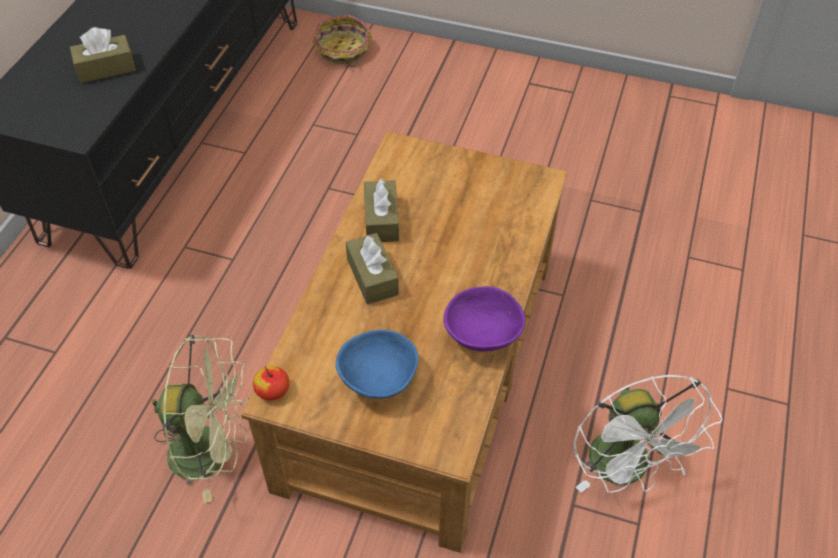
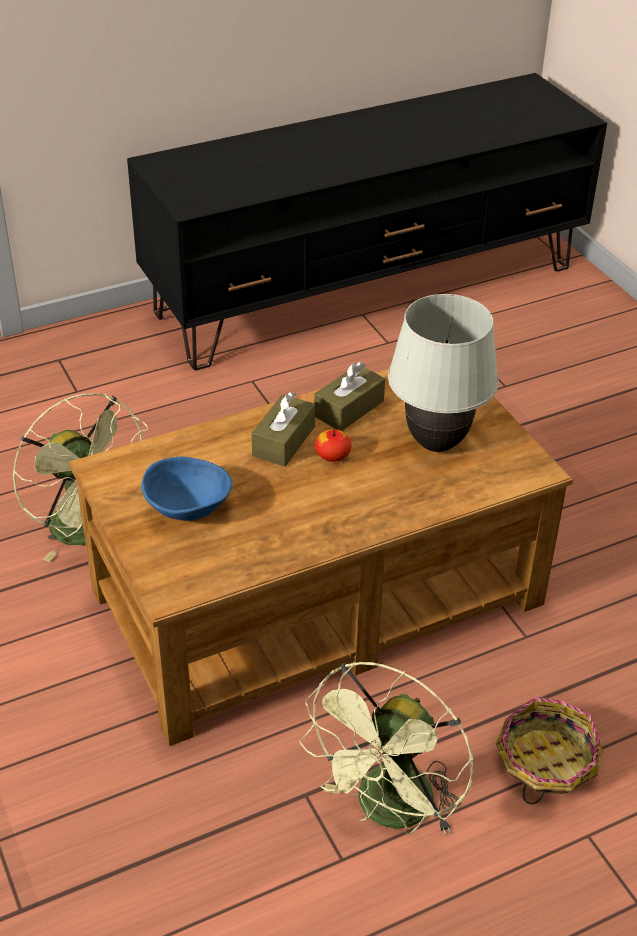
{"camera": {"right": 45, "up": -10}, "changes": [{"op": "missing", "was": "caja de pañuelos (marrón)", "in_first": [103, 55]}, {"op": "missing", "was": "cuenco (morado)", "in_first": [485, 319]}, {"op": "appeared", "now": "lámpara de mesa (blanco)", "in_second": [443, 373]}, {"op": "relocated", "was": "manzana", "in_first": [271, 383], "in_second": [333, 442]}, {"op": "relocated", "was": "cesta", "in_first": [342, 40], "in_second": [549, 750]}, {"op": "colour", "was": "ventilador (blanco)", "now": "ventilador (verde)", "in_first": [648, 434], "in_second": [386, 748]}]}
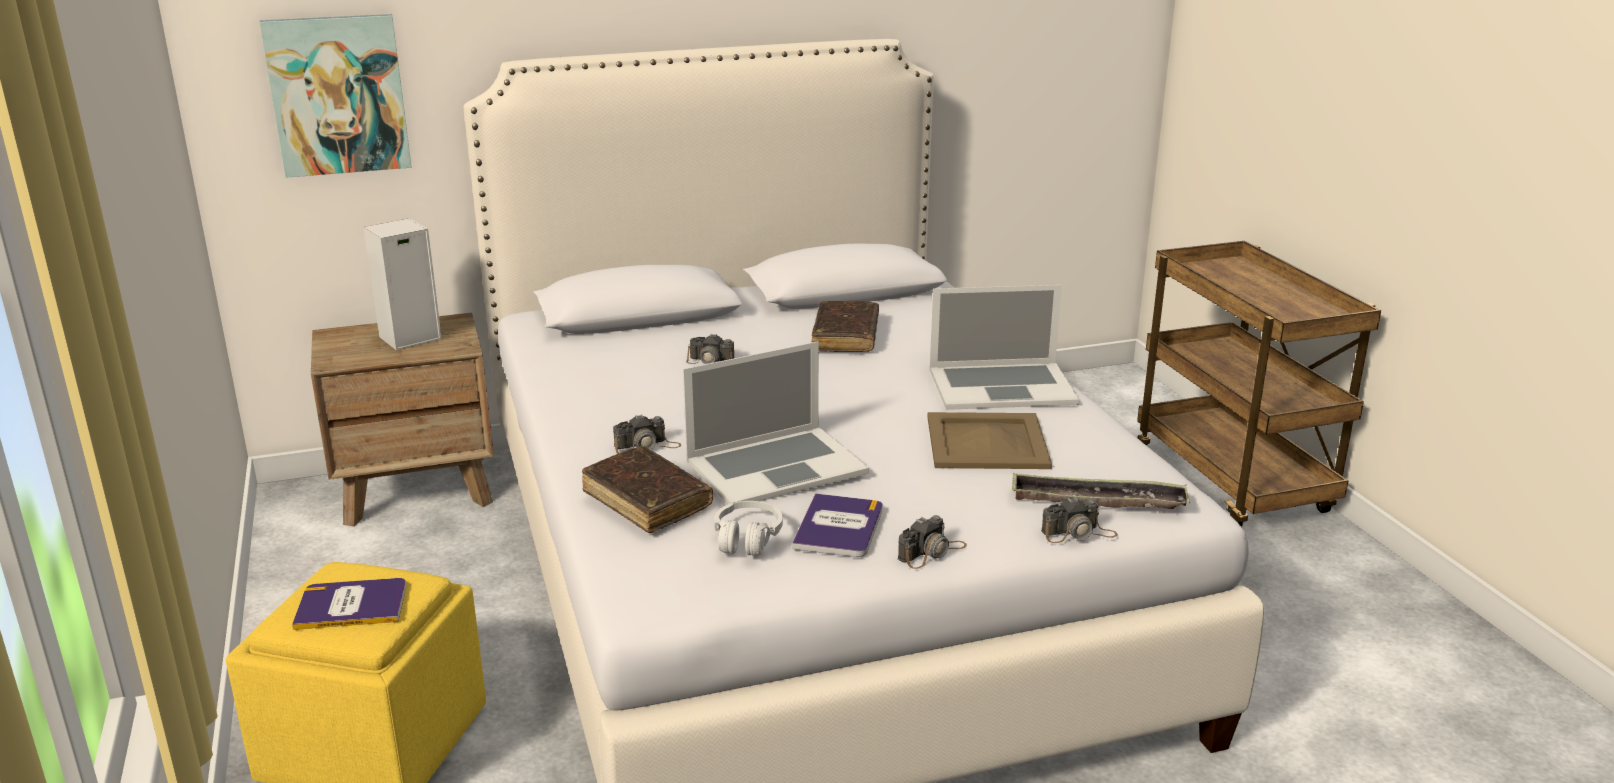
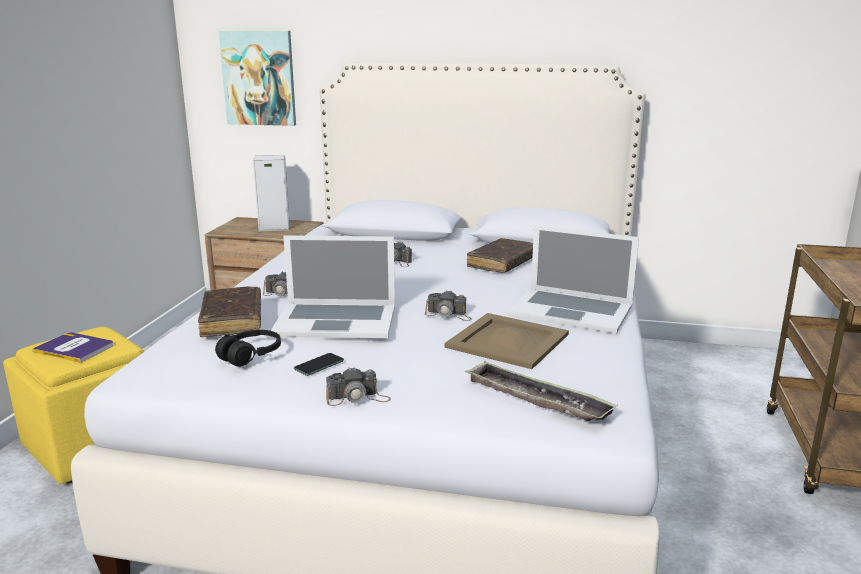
{"camera": {"right": 30, "up": -5}, "changes": [{"op": "relocated", "was": "cámara", "in_first": [1079, 520], "in_second": [448, 305]}, {"op": "exchanged", "was": "libro", "now": "móvil", "in_first": [837, 525], "in_second": [319, 364]}, {"op": "colour", "was": "auriculares (blanco)", "now": "auriculares (negro)", "in_first": [748, 528], "in_second": [248, 348]}]}
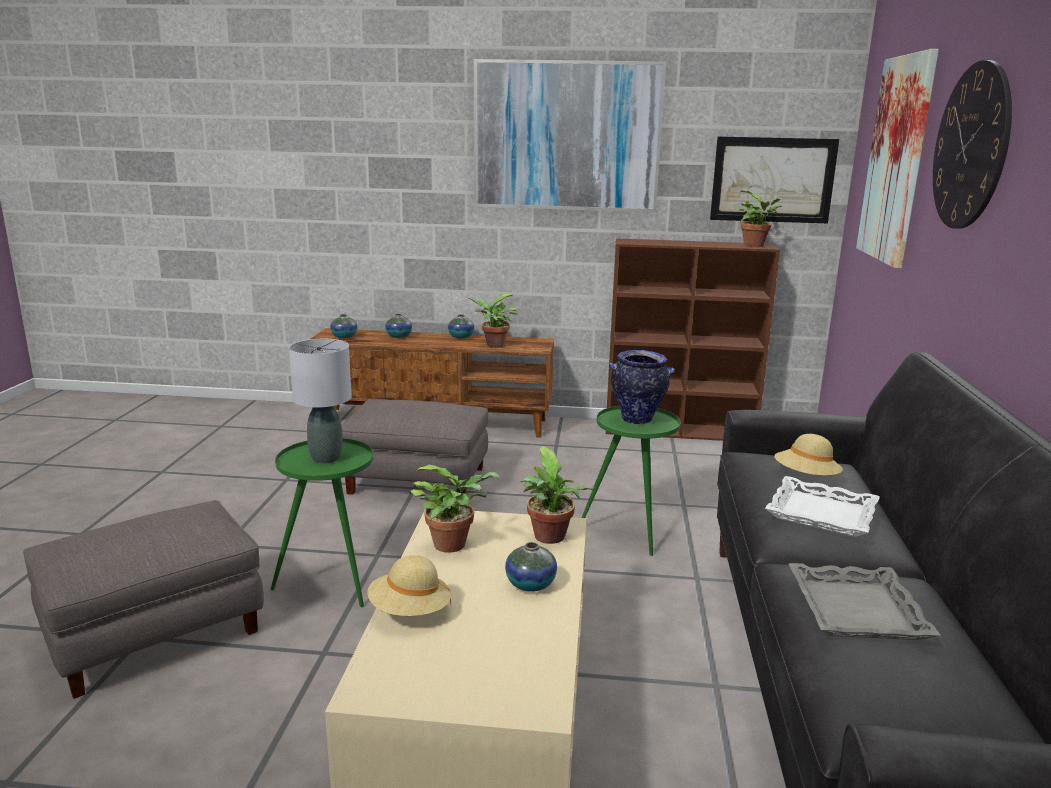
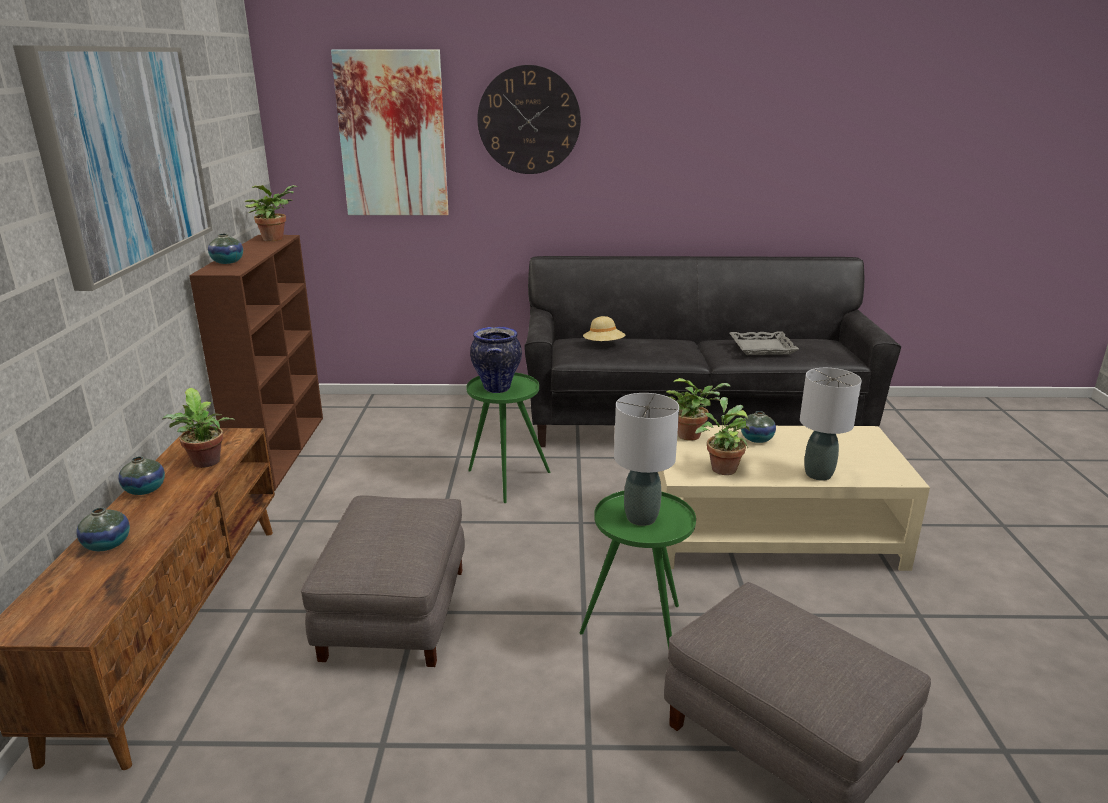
{"camera": {"right": -95, "up": 5}, "changes": [{"op": "missing", "was": "cuadro", "in_first": [774, 179]}, {"op": "missing", "was": "bandeja (blanco)", "in_first": [822, 506]}, {"op": "relocated", "was": "florero", "in_first": [343, 326], "in_second": [225, 248]}, {"op": "exchanged", "was": "sombrero (beis)", "now": "lámpara de mesa (gris)", "in_first": [409, 585], "in_second": [831, 424]}]}
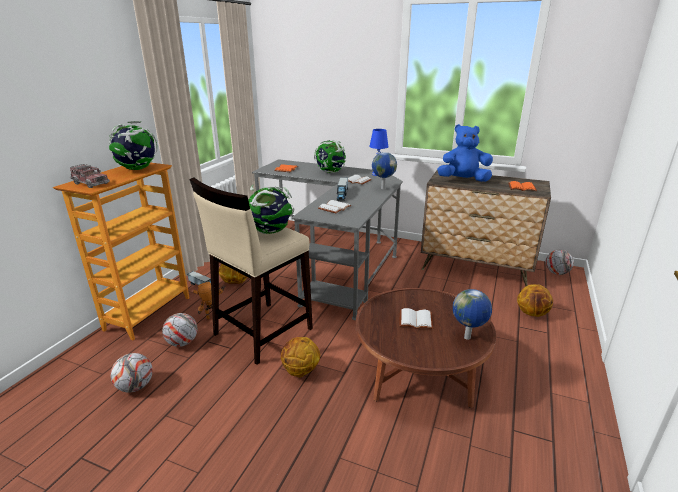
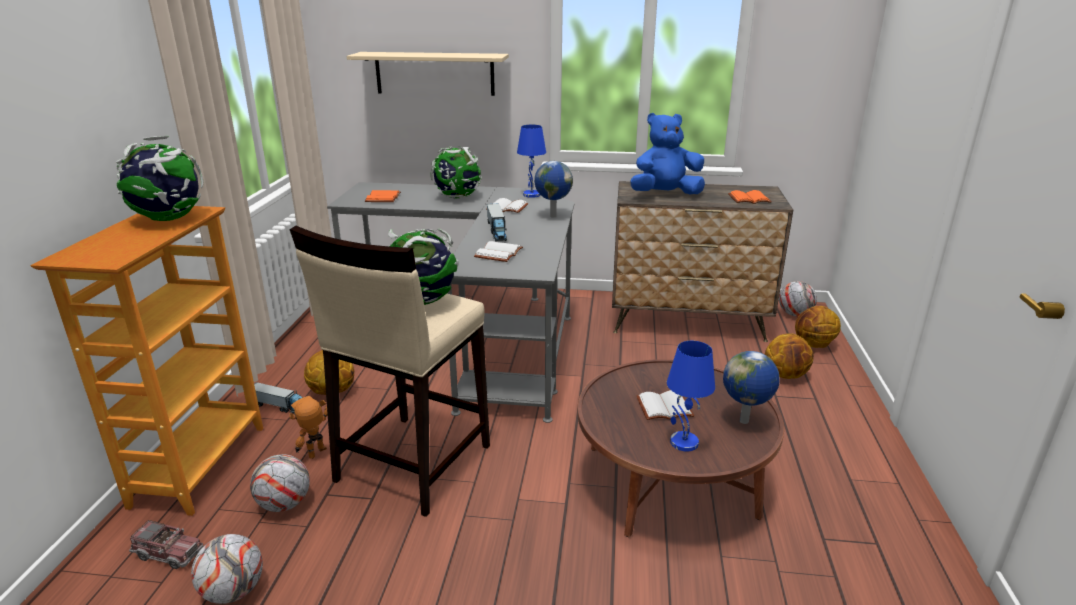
{"camera": {"right": -15, "up": 0}, "changes": [{"op": "appeared", "now": "estante (beis)", "in_second": [428, 74]}, {"op": "appeared", "now": "lámpara de mesa (azul)", "in_second": [691, 396]}, {"op": "relocated", "was": "camión de juguete", "in_first": [90, 176], "in_second": [166, 544]}, {"op": "relocated", "was": "balón de baloncesto", "in_first": [300, 357], "in_second": [818, 327]}]}
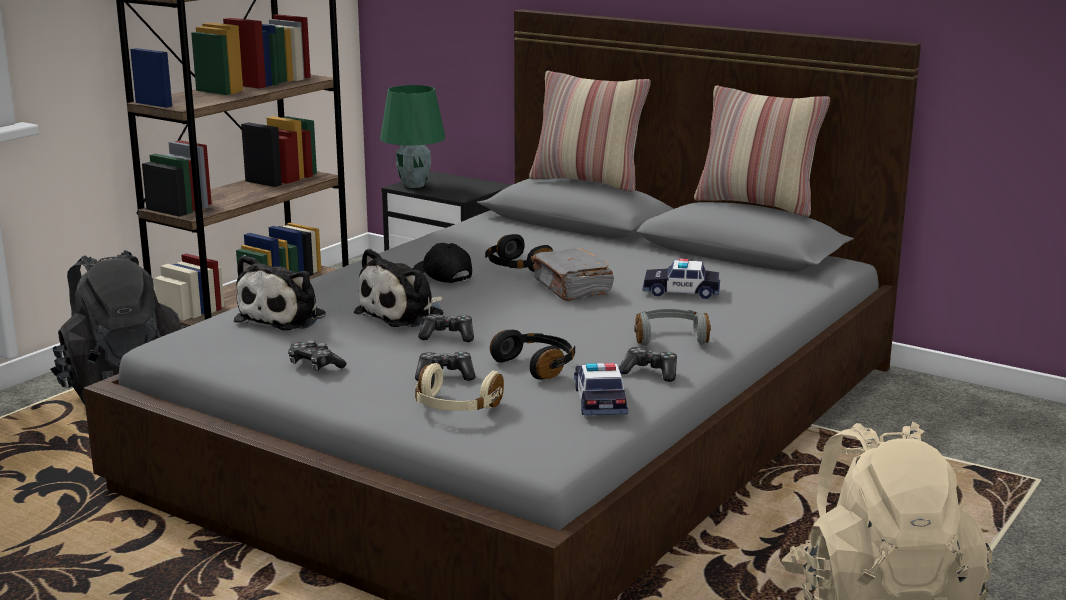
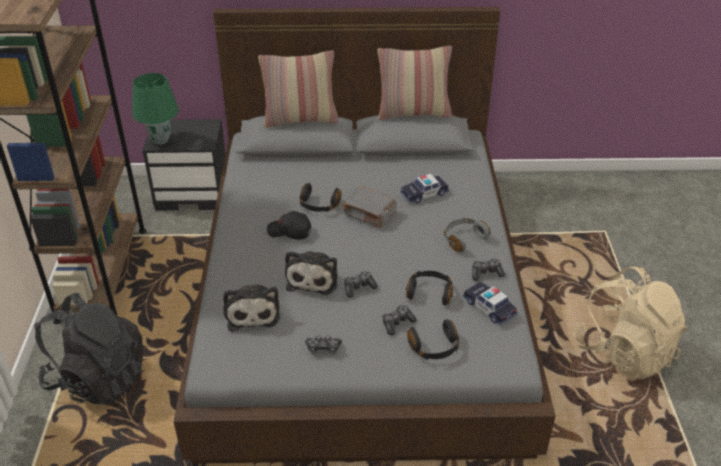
{"camera": {"right": -35, "up": 20}, "changes": [{"op": "colour", "was": "auriculares (beis)", "now": "auriculares (negro)", "in_first": [459, 387], "in_second": [433, 339]}]}
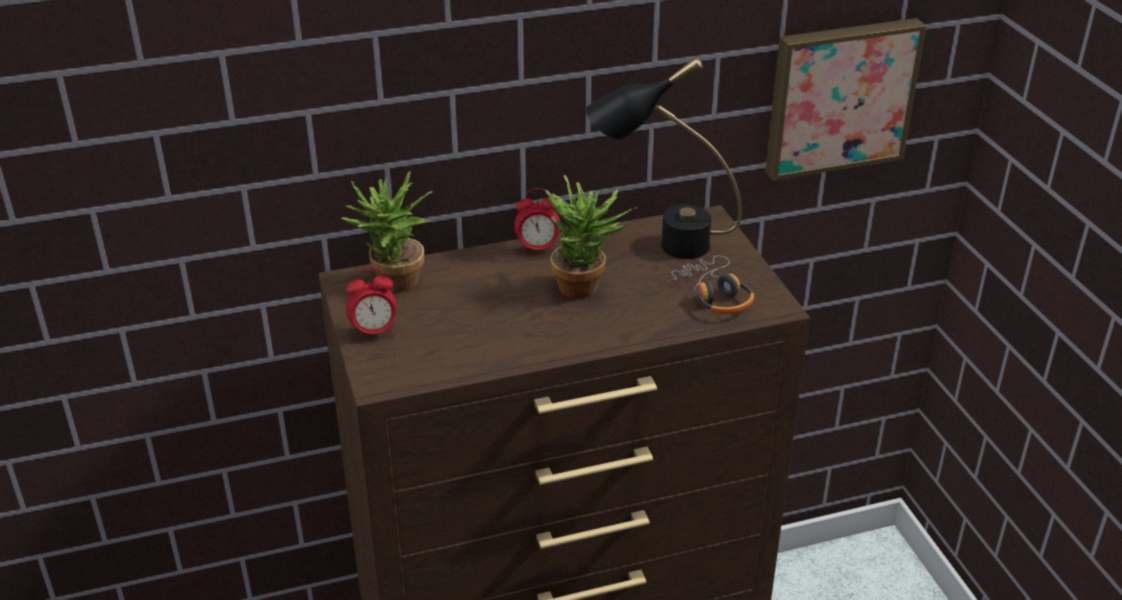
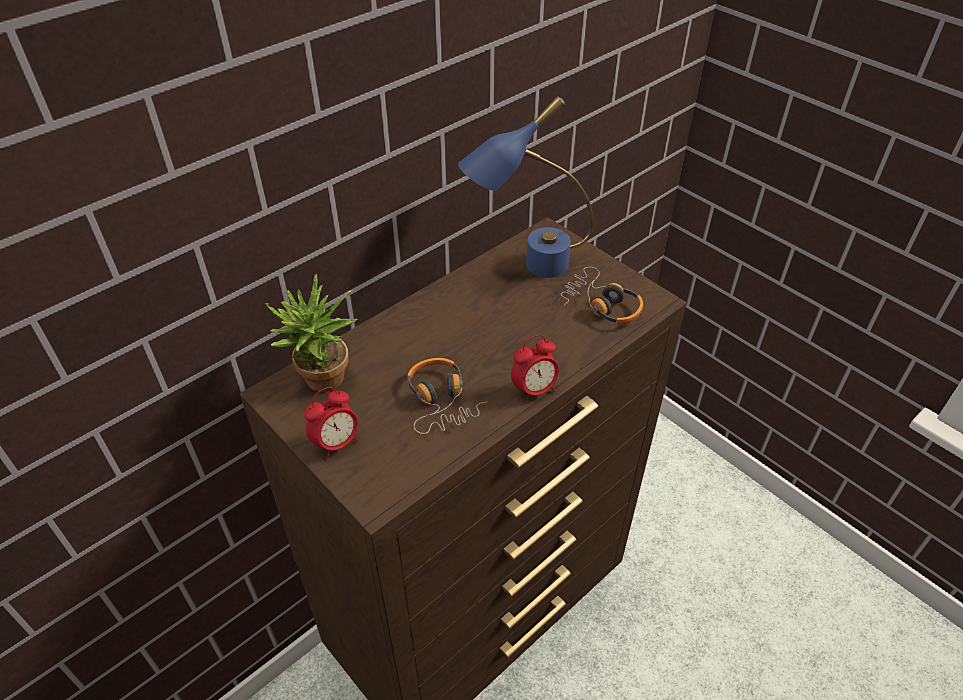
{"camera": {"right": -25, "up": 10}, "changes": [{"op": "missing", "was": "planta en maceta", "in_first": [591, 237]}, {"op": "missing", "was": "cuadro", "in_first": [845, 99]}, {"op": "appeared", "now": "auriculares", "in_second": [447, 396]}, {"op": "relocated", "was": "despertador", "in_first": [537, 221], "in_second": [535, 369]}, {"op": "colour", "was": "lámpara de mesa (negro)", "now": "lámpara de mesa (azul)", "in_first": [663, 158], "in_second": [525, 187]}]}
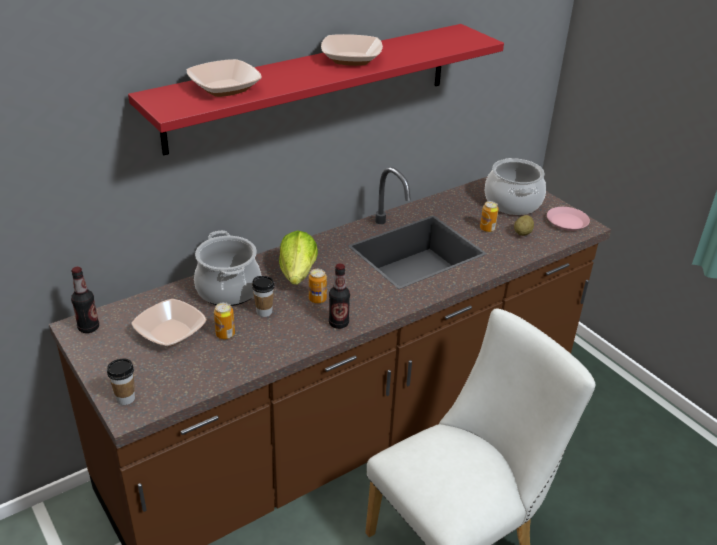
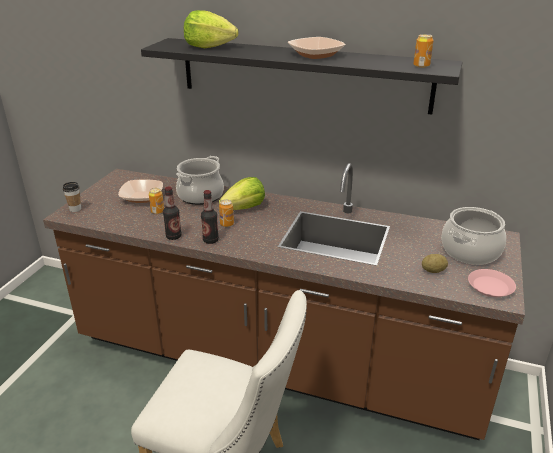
{"camera": {"right": 55, "up": -5}, "changes": [{"op": "missing", "was": "taza", "in_first": [263, 296]}, {"op": "relocated", "was": "botella", "in_first": [85, 300], "in_second": [172, 213]}, {"op": "relocated", "was": "lata", "in_first": [489, 216], "in_second": [423, 51]}, {"op": "exchanged", "was": "cuenco", "now": "lechuga", "in_first": [224, 78], "in_second": [211, 29]}, {"op": "colour", "was": "estante (rojo)", "now": "estante (negro)", "in_first": [316, 89], "in_second": [302, 76]}]}
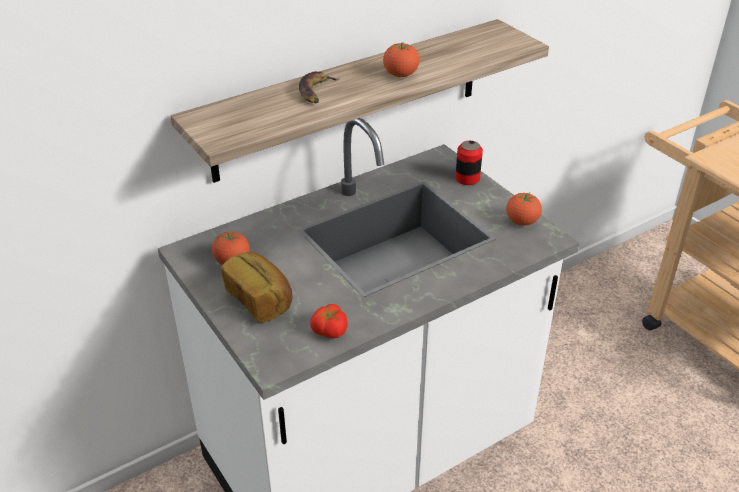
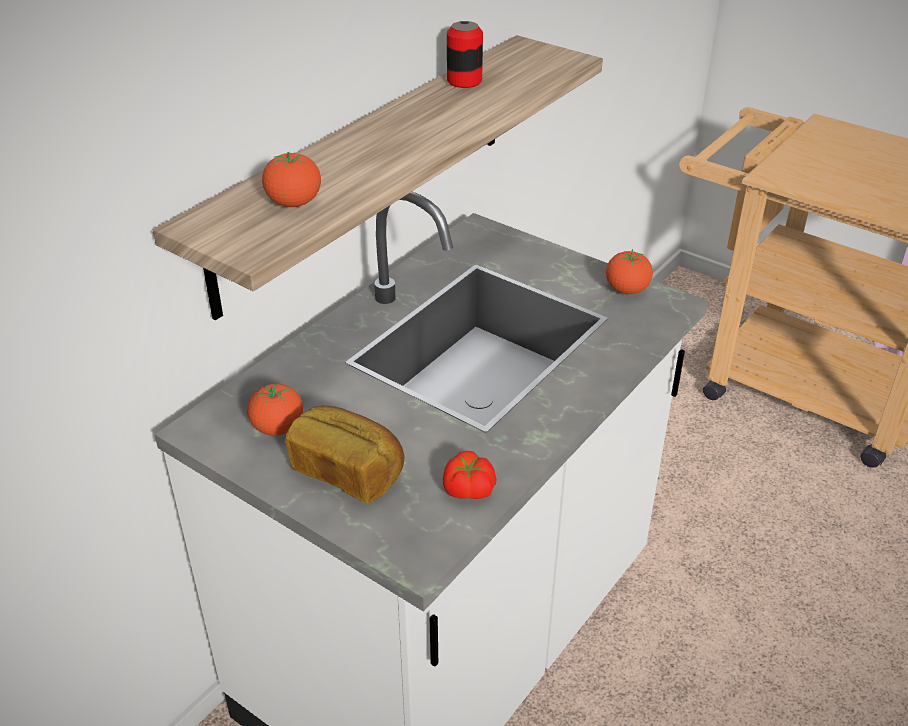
{"camera": {"right": -20, "up": 0}, "changes": [{"op": "missing", "was": "plátano", "in_first": [319, 87]}, {"op": "relocated", "was": "tomate", "in_first": [401, 59], "in_second": [291, 179]}, {"op": "relocated", "was": "lata", "in_first": [469, 163], "in_second": [465, 54]}]}
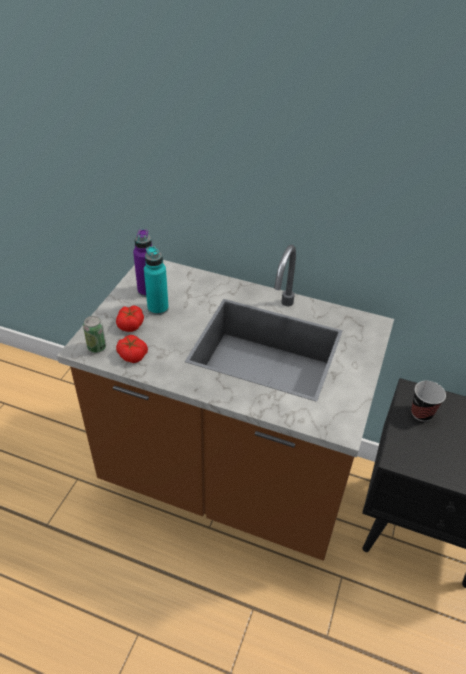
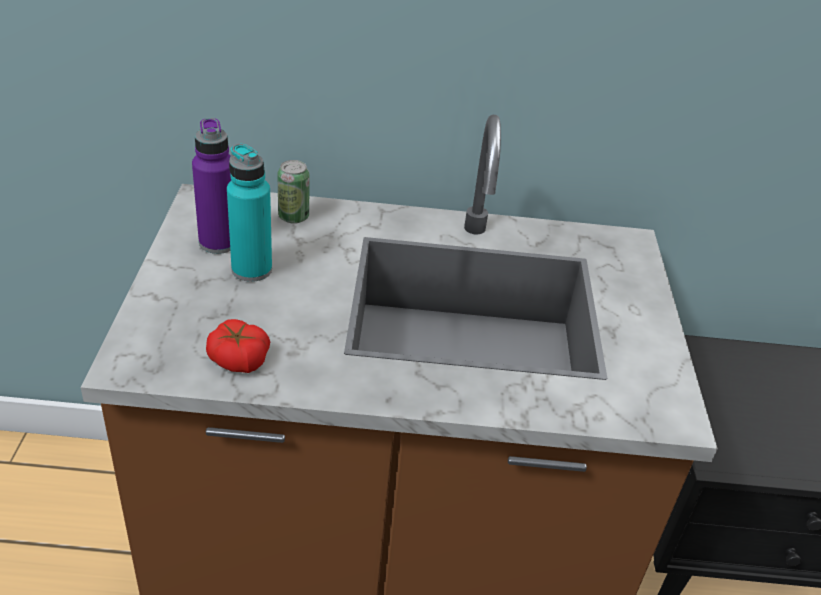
{"camera": {"right": -20, "up": -5}, "changes": [{"op": "missing", "was": "tomate", "in_first": [130, 318]}, {"op": "missing", "was": "taza", "in_first": [428, 401]}, {"op": "relocated", "was": "lata", "in_first": [94, 334], "in_second": [293, 192]}]}
